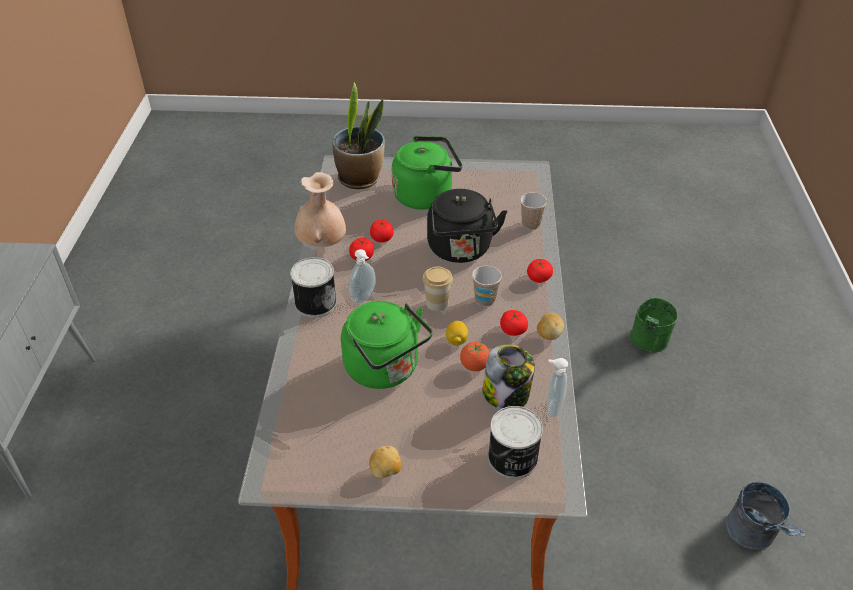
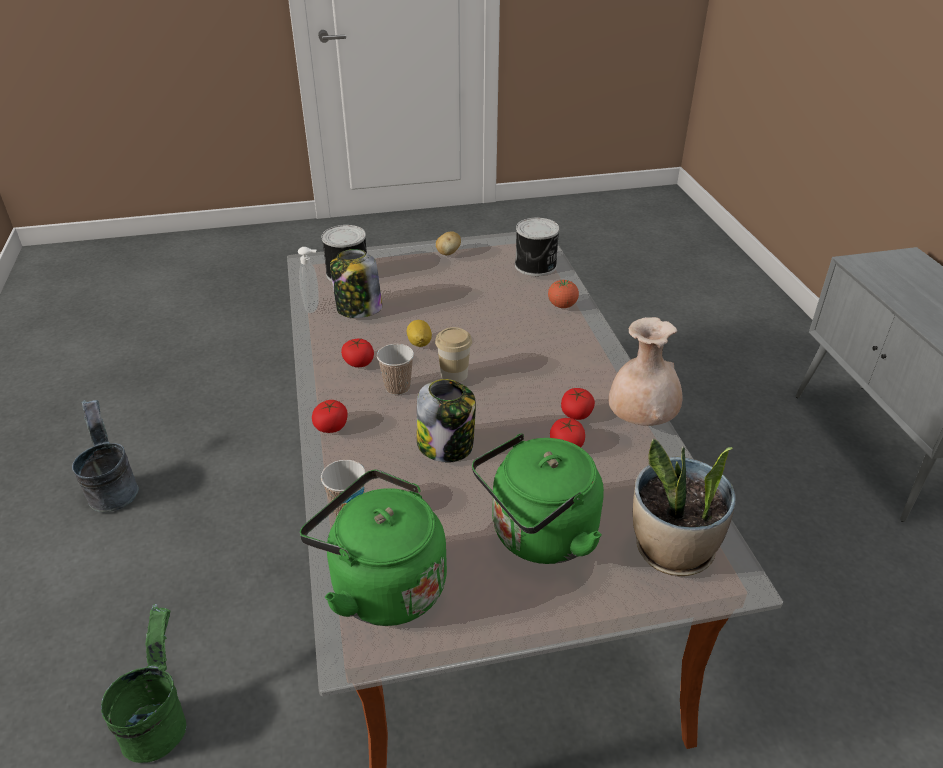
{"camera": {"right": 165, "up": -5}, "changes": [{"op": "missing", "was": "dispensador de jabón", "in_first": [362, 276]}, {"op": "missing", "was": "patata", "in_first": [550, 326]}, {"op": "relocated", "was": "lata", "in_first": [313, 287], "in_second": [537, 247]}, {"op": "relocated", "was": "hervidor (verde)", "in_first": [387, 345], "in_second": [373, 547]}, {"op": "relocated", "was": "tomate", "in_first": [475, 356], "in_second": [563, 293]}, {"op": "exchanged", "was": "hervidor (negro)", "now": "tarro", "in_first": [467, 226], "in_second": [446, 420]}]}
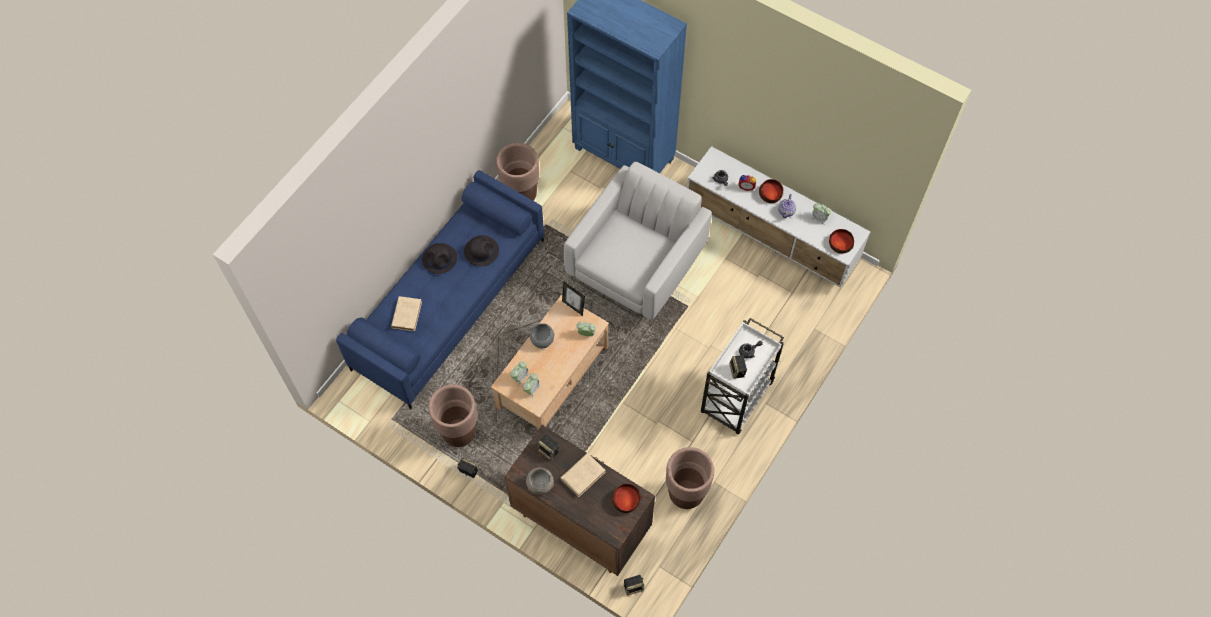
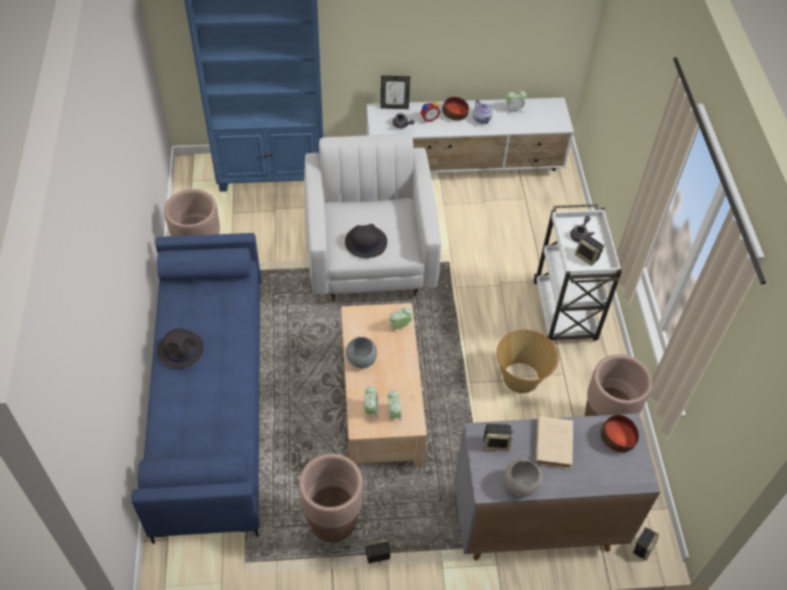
{"camera": {"right": -40, "up": -10}, "changes": [{"op": "missing", "was": "libro (beis)", "in_first": [406, 313]}, {"op": "missing", "was": "cuenco", "in_first": [841, 241]}, {"op": "appeared", "now": "cesta", "in_second": [528, 361]}, {"op": "relocated", "was": "sombrero (negro)", "in_first": [481, 251], "in_second": [366, 241]}, {"op": "relocated", "was": "portarretratos", "in_first": [573, 299], "in_second": [395, 92]}, {"op": "colour", "was": "armario (marrón)", "now": "armario (gris)", "in_first": [579, 500], "in_second": [557, 486]}]}
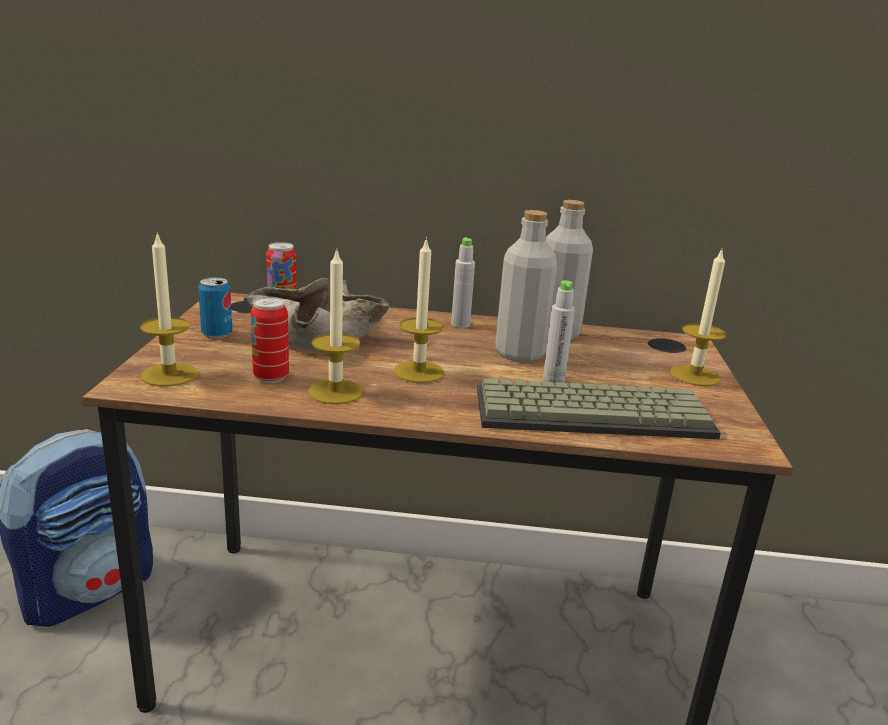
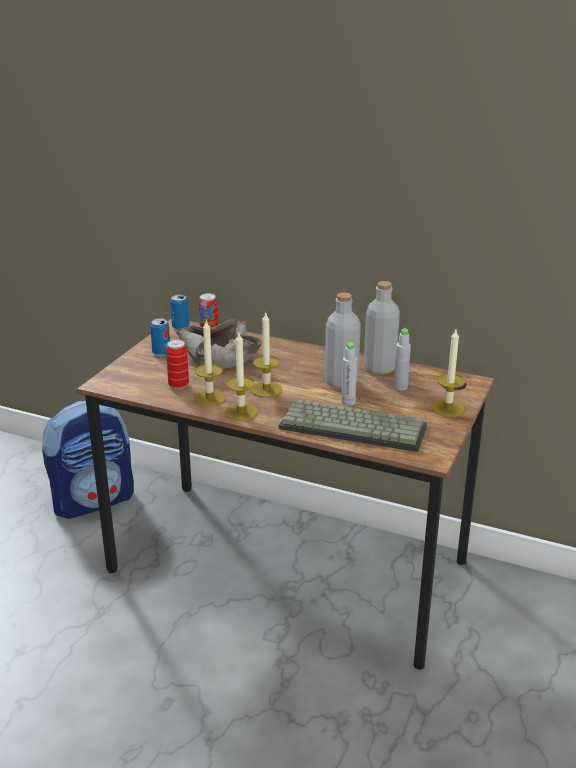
{"camera": {"right": 20, "up": 5}, "changes": [{"op": "appeared", "now": "lata", "in_second": [179, 312]}, {"op": "relocated", "was": "vela", "in_first": [169, 309], "in_second": [241, 377]}, {"op": "relocated", "was": "botella (gris)", "in_first": [463, 282], "in_second": [402, 359]}]}
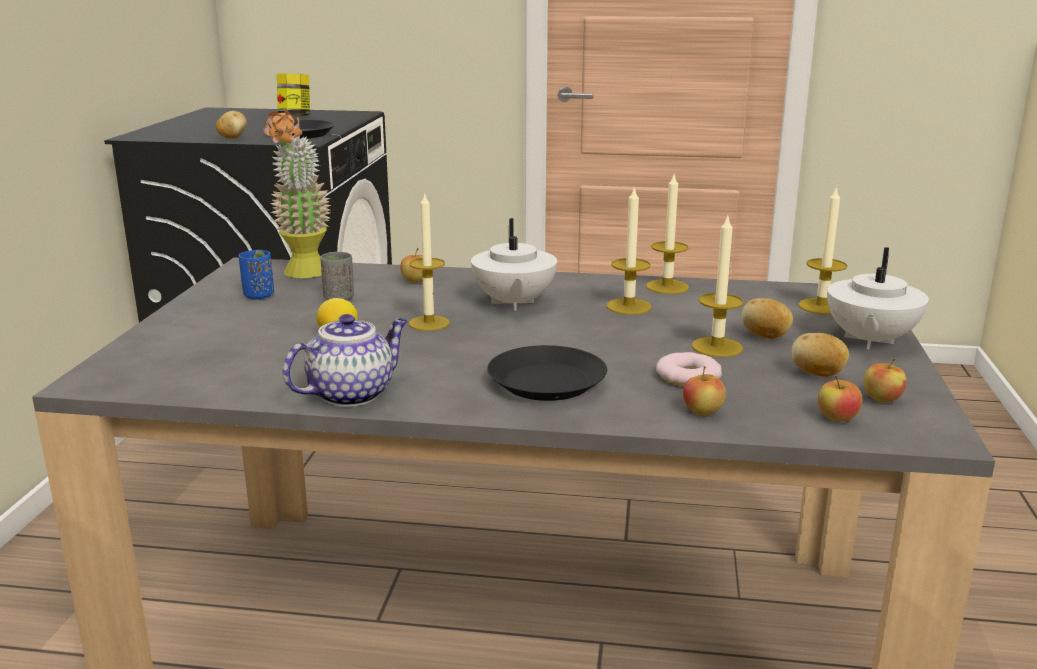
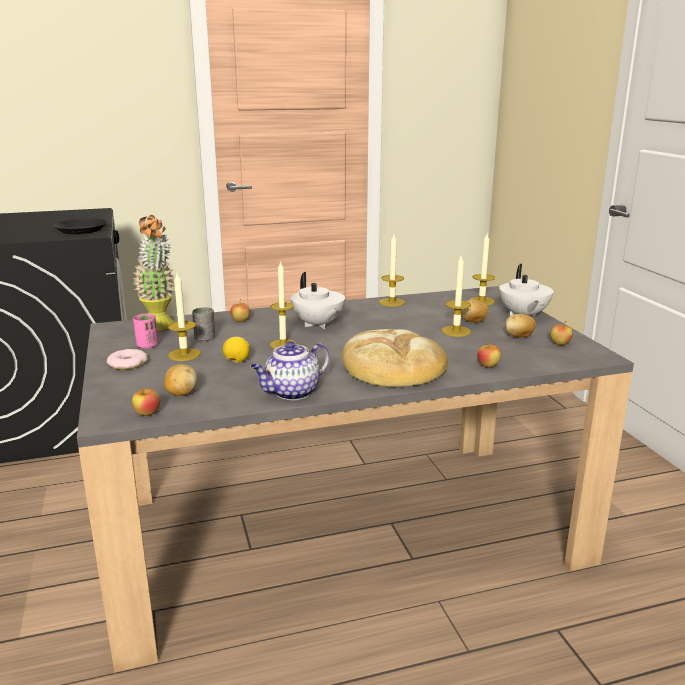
{"camera": {"right": -25, "up": 0}, "changes": [{"op": "missing", "was": "tarro", "in_first": [293, 94]}, {"op": "relocated", "was": "patata", "in_first": [231, 125], "in_second": [180, 380]}, {"op": "relocated", "was": "vela", "in_first": [629, 250], "in_second": [184, 317]}, {"op": "relocated", "was": "rosquilla", "in_first": [689, 369], "in_second": [127, 359]}, {"op": "relocated", "was": "manzana", "in_first": [840, 399], "in_second": [146, 401]}, {"op": "exchanged", "was": "plato (negro)", "now": "pan", "in_first": [547, 373], "in_second": [395, 358]}, {"op": "colour", "was": "taza (azul)", "now": "taza (rosa)", "in_first": [256, 275], "in_second": [145, 331]}, {"op": "spun", "was": "tetera", "in_first": [345, 360], "in_second": [290, 370], "clockwise": -150}]}
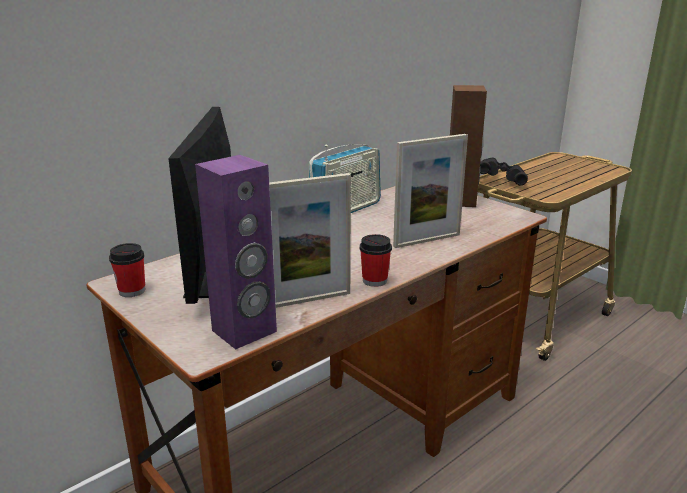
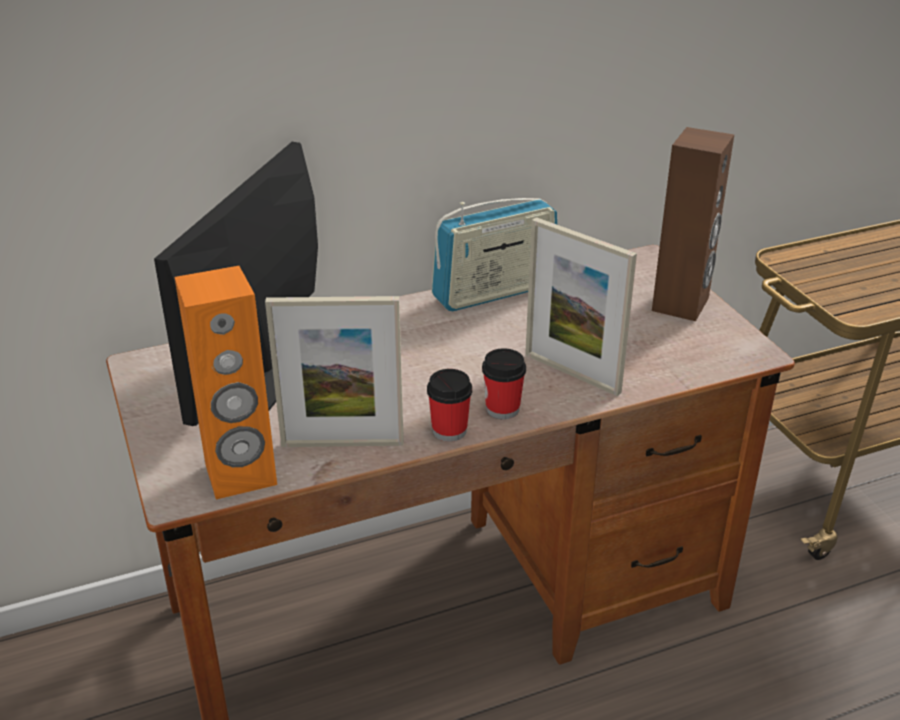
{"camera": {"right": 20, "up": 10}, "changes": [{"op": "missing", "was": "prismáticos (negro)", "in_first": [504, 172]}, {"op": "relocated", "was": "taza", "in_first": [127, 270], "in_second": [504, 383]}, {"op": "colour", "was": "altavoz (morado)", "now": "altavoz (naranja)", "in_first": [236, 252], "in_second": [226, 382]}, {"op": "spun", "was": "portarretratos", "in_first": [430, 191], "in_second": [581, 306], "clockwise": 45}]}
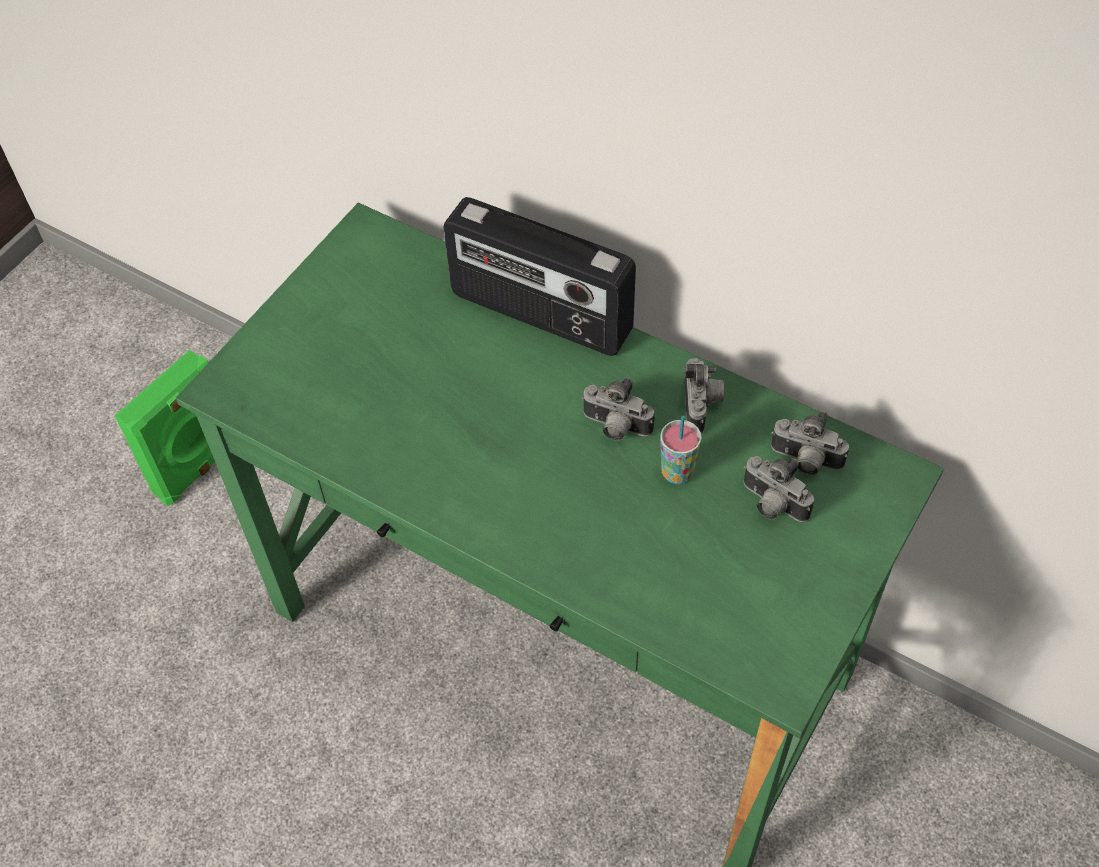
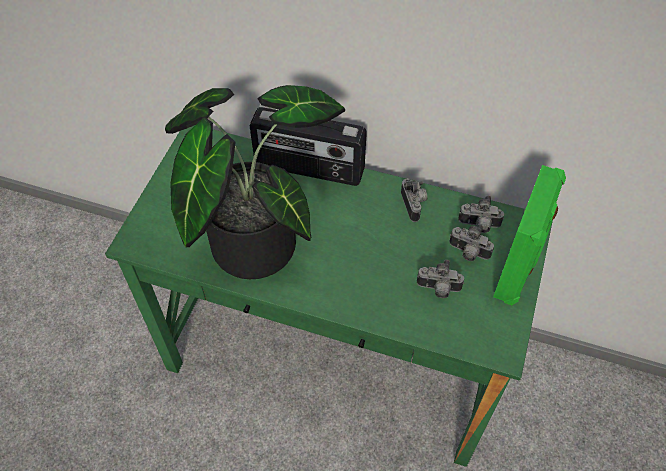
{"camera": {"right": -15, "up": 0}, "changes": [{"op": "missing", "was": "taza", "in_first": [681, 450]}, {"op": "appeared", "now": "planta en maceta", "in_second": [255, 182]}, {"op": "relocated", "was": "altavoz (verde)", "in_first": [165, 428], "in_second": [529, 235]}, {"op": "relocated", "was": "cámara", "in_first": [618, 409], "in_second": [440, 279]}]}
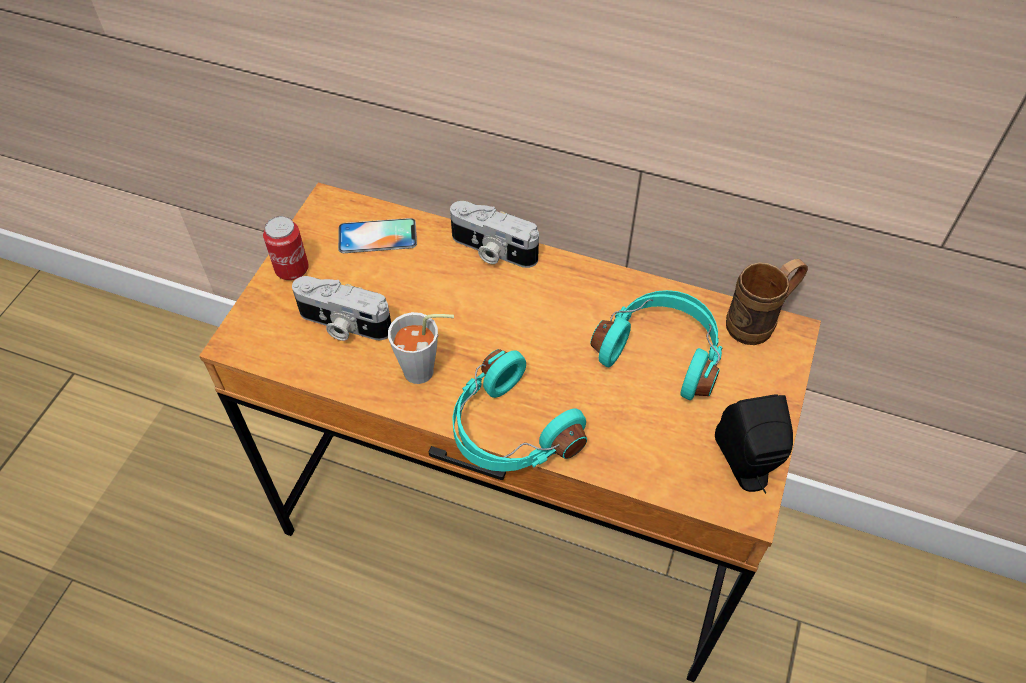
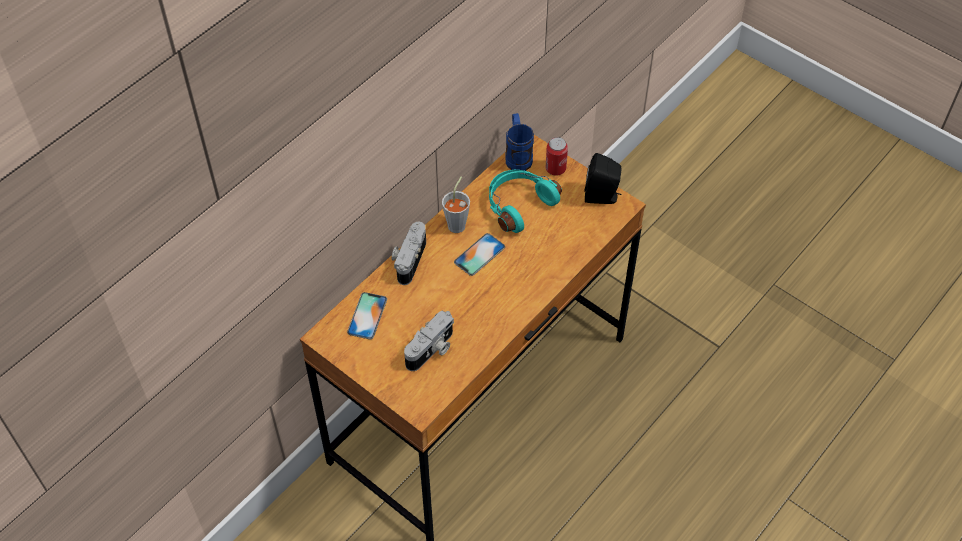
{"camera": {"right": -70, "up": 0}, "changes": [{"op": "missing", "was": "auriculares (turquesa)", "in_first": [519, 410]}, {"op": "appeared", "now": "móvil", "in_second": [479, 254]}, {"op": "relocated", "was": "lata", "in_first": [286, 248], "in_second": [557, 156]}, {"op": "relocated", "was": "taza (gris)", "in_first": [421, 348], "in_second": [456, 205]}, {"op": "colour", "was": "taza grande (marrón)", "now": "taza grande (azul)", "in_first": [767, 302], "in_second": [519, 142]}, {"op": "spun", "was": "cámara", "in_first": [494, 234], "in_second": [409, 253], "clockwise": 150}]}
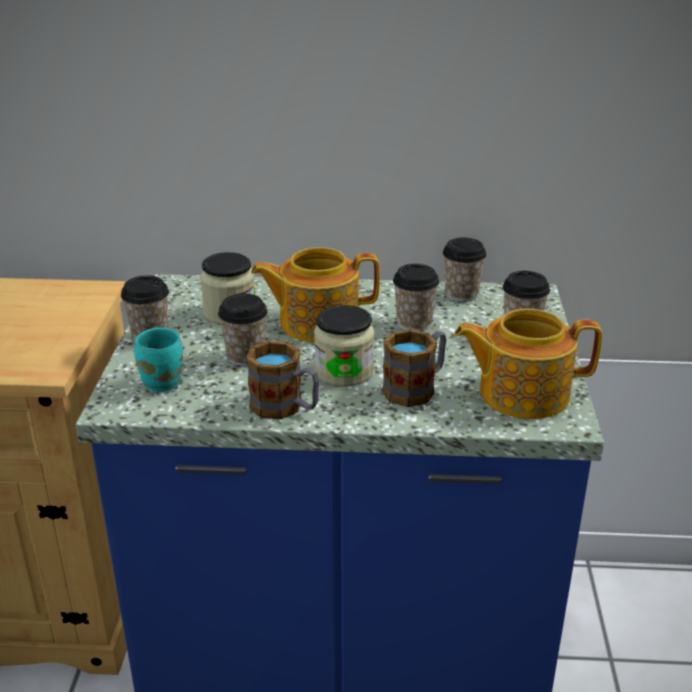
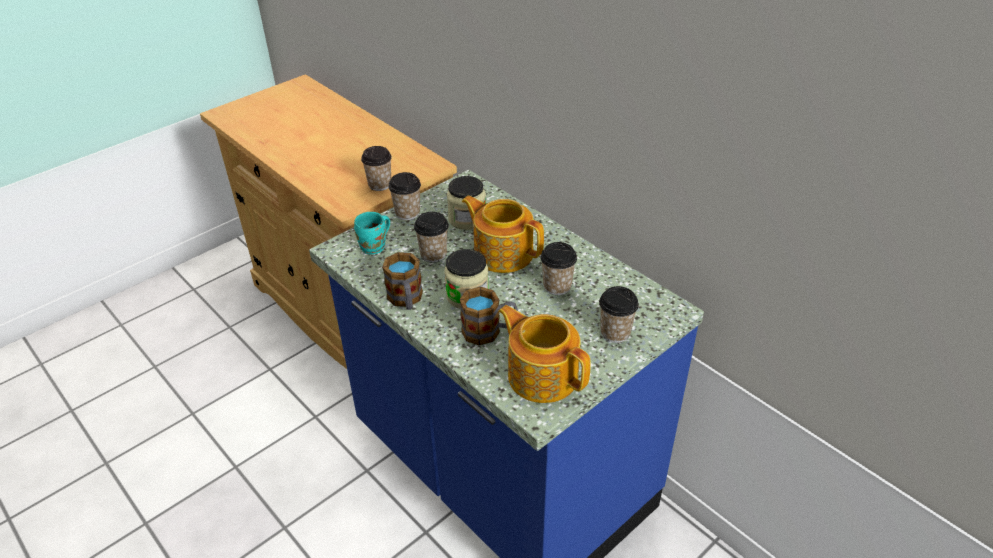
{"camera": {"right": 45, "up": 10}, "changes": [{"op": "relocated", "was": "taza", "in_first": [465, 269], "in_second": [376, 168]}]}
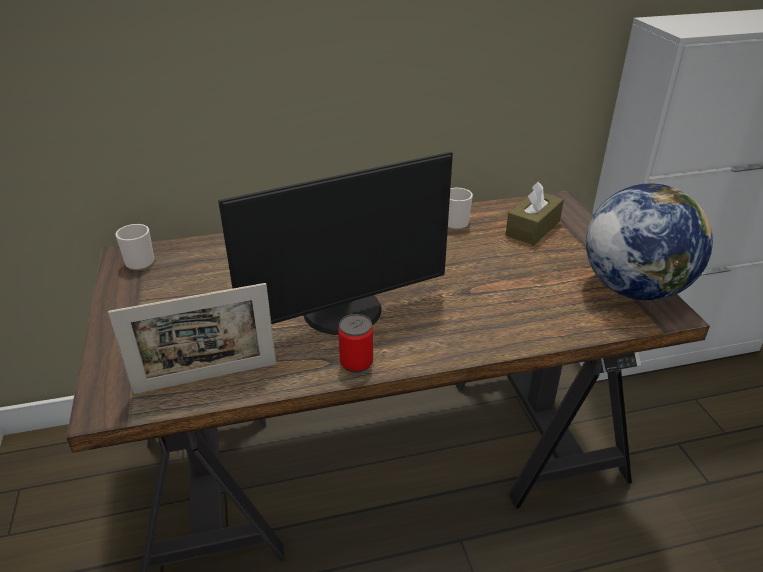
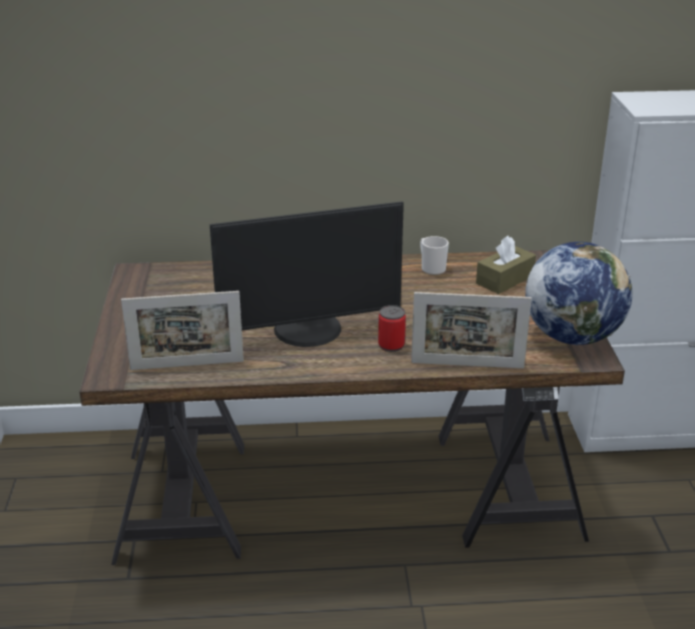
{"camera": {"right": 10, "up": -5}, "changes": [{"op": "missing", "was": "taza grande", "in_first": [135, 247]}, {"op": "appeared", "now": "portarretratos", "in_second": [471, 330]}, {"op": "relocated", "was": "lata", "in_first": [355, 343], "in_second": [392, 328]}]}
